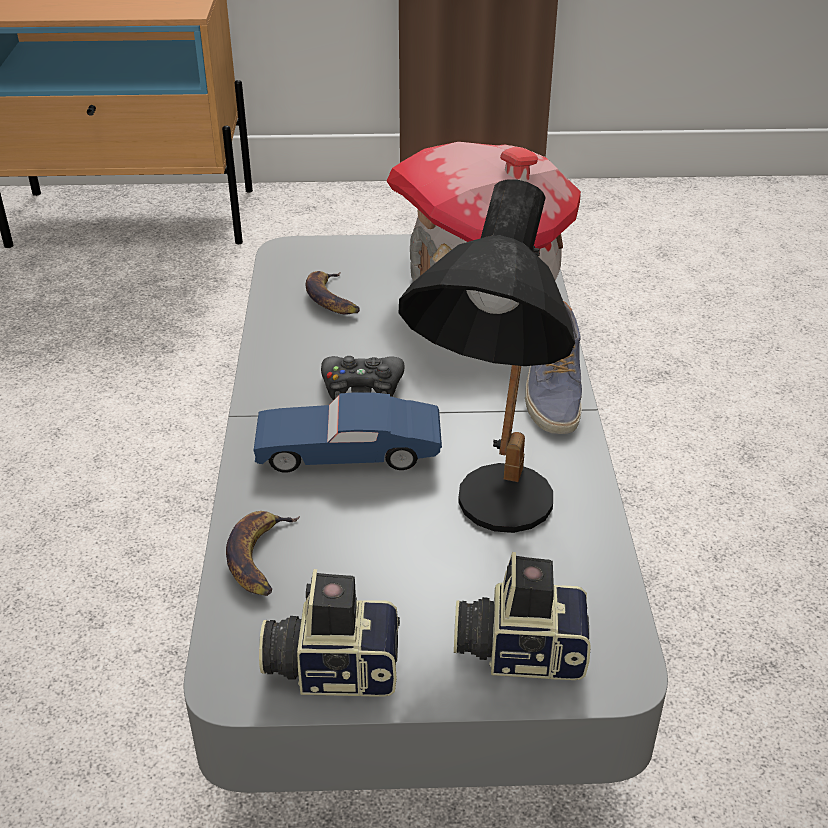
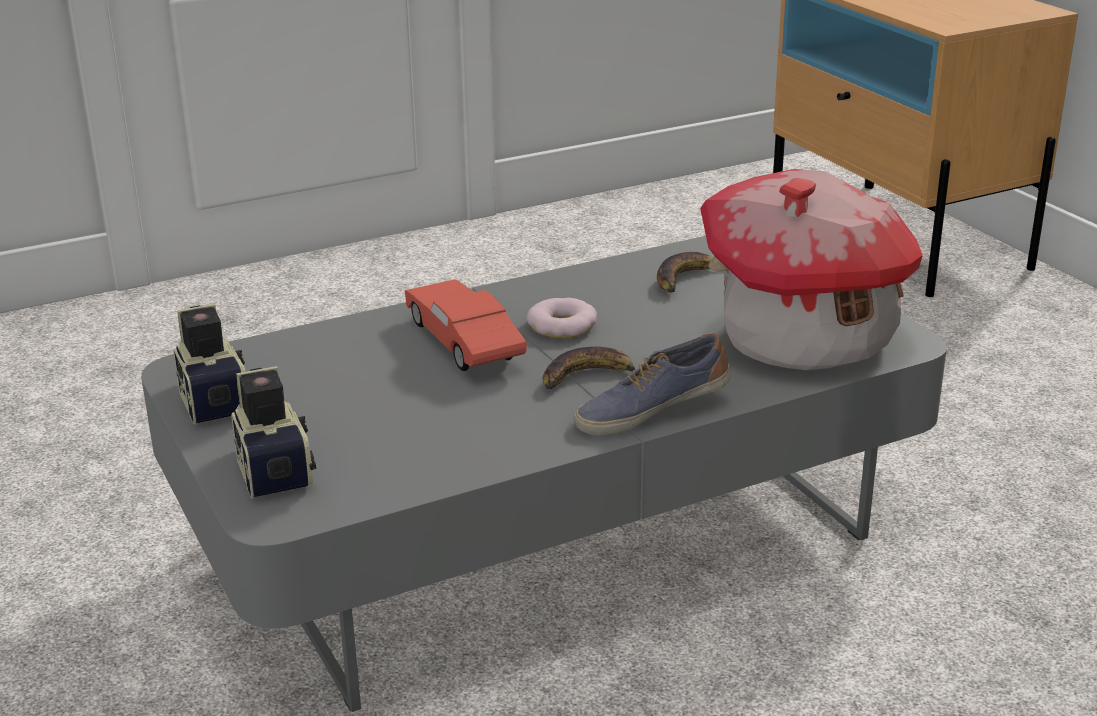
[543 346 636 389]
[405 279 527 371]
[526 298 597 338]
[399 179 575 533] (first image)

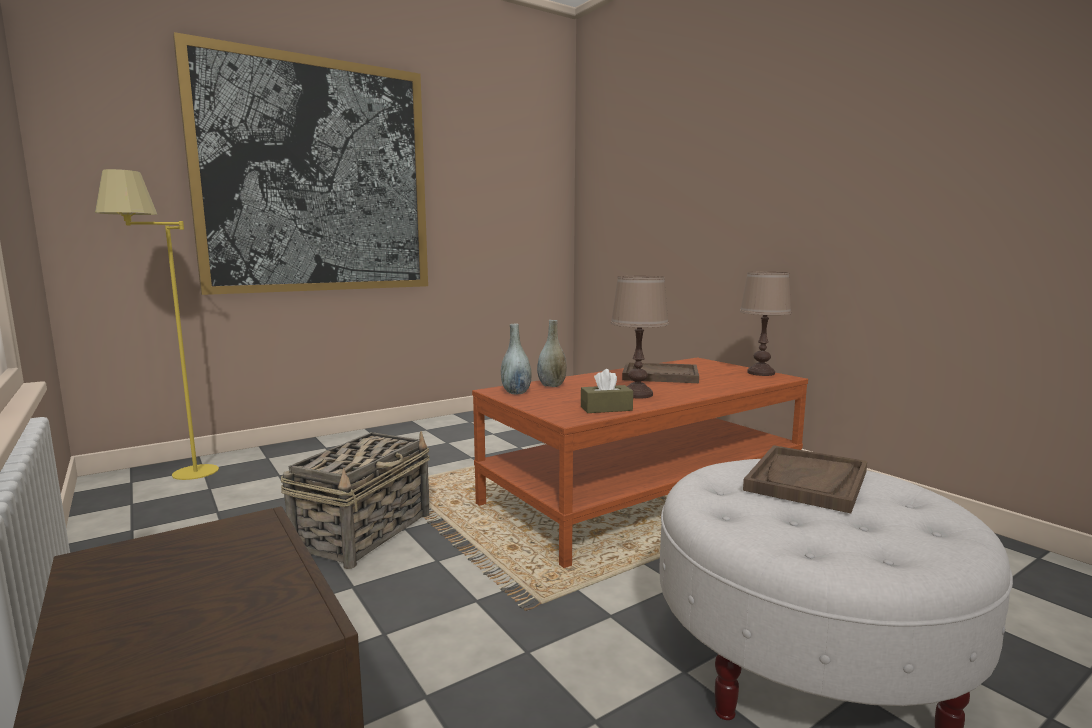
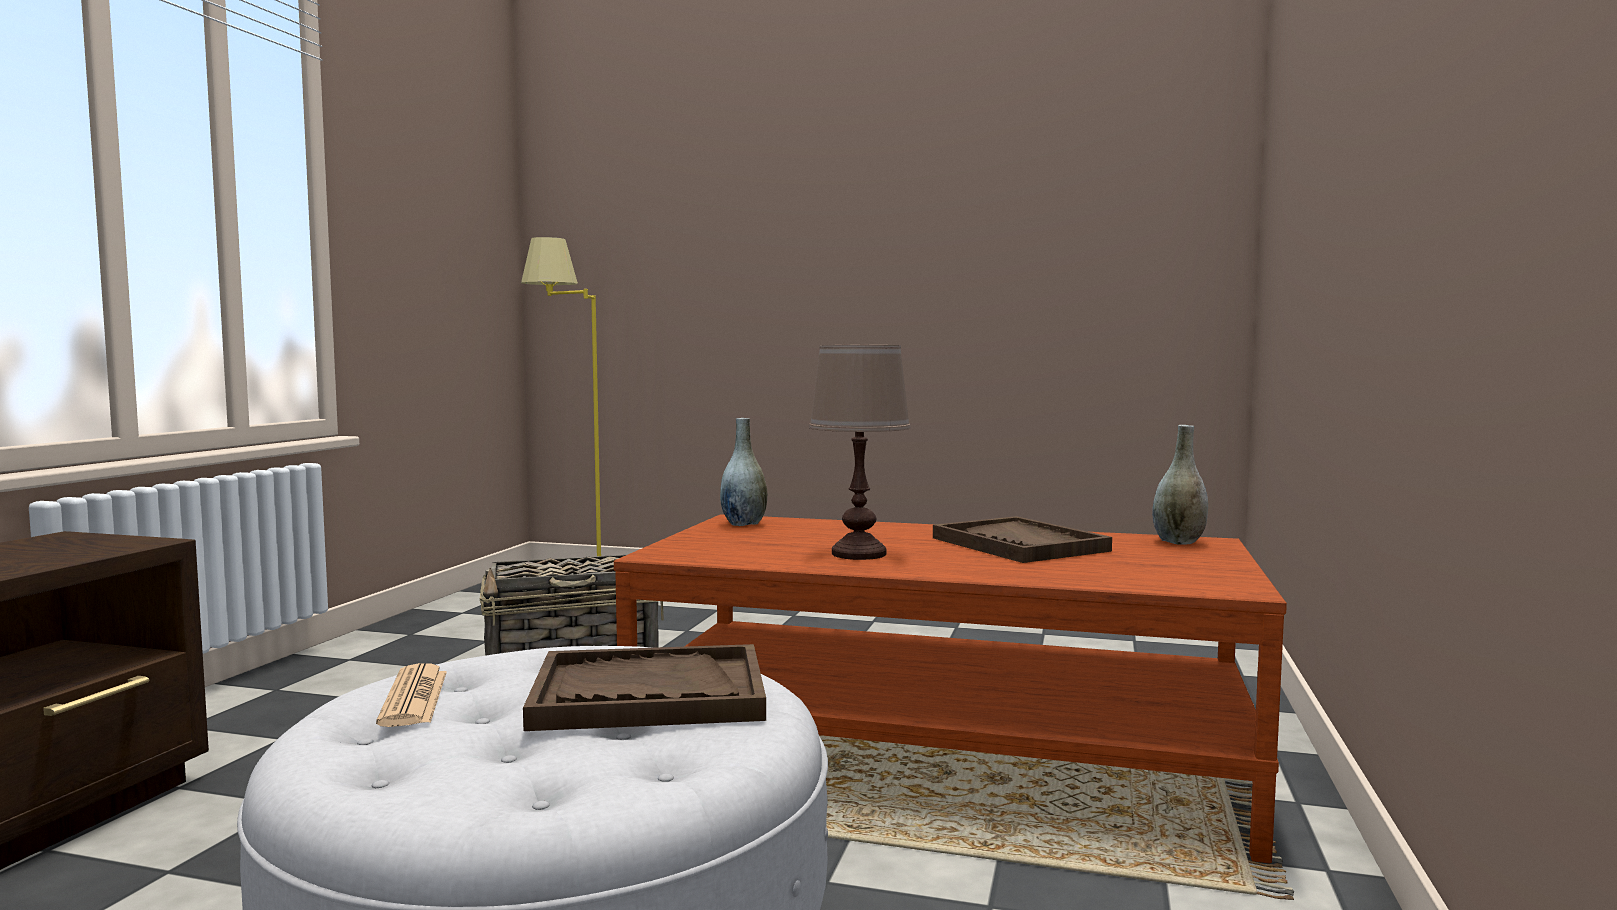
[173 32 428 295] (first image)
[1152 425 1208 545]
[581 369 633 413] (first image)
[740 272 792 376] (first image)
[376 663 447 727]

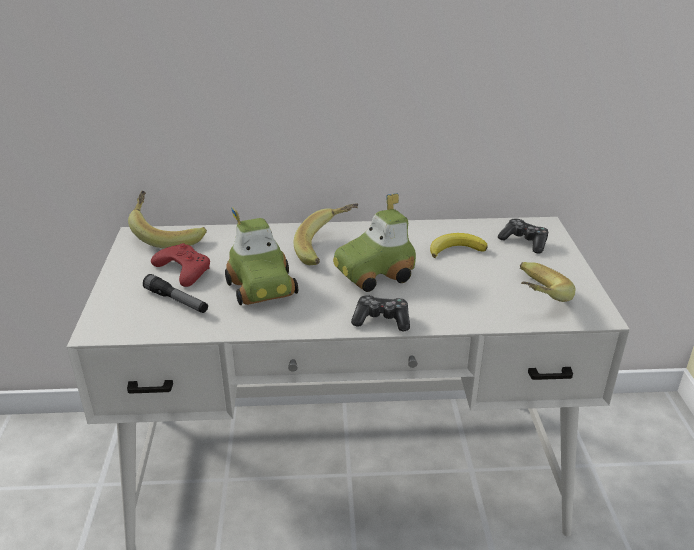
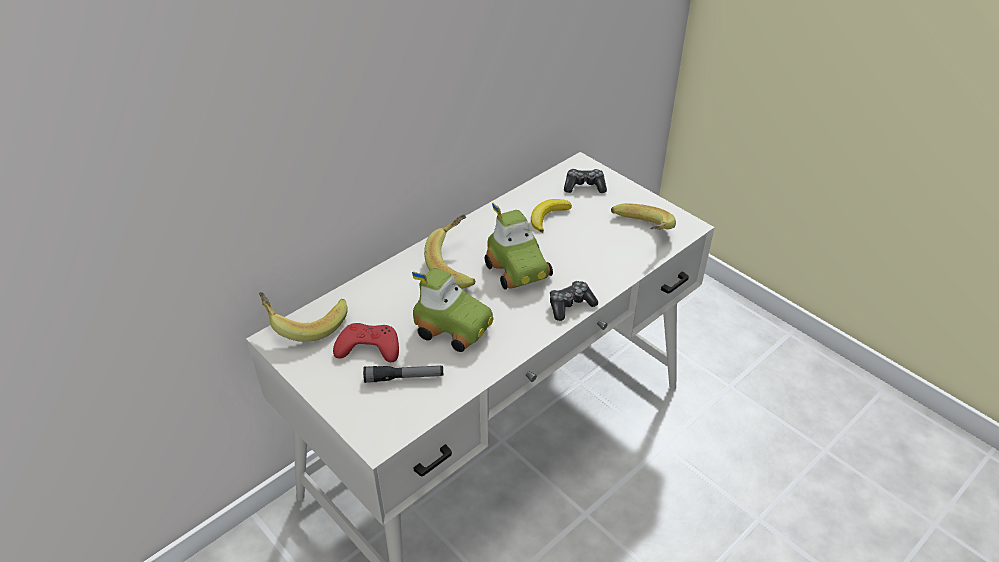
[485 203 553 290]

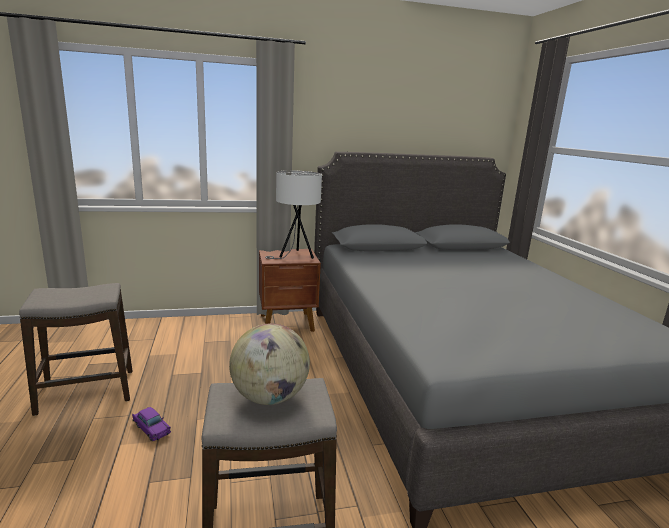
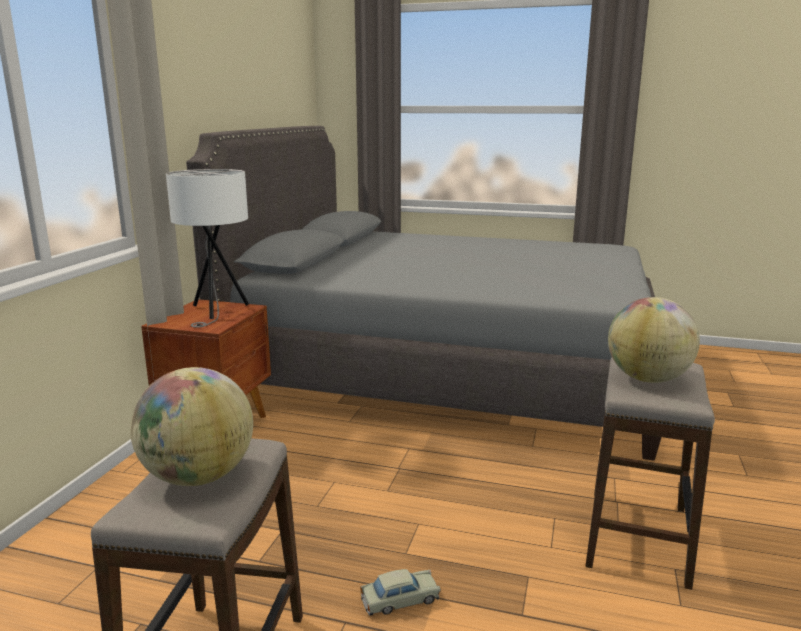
[360 569 441 616]
[130 367 253 486]

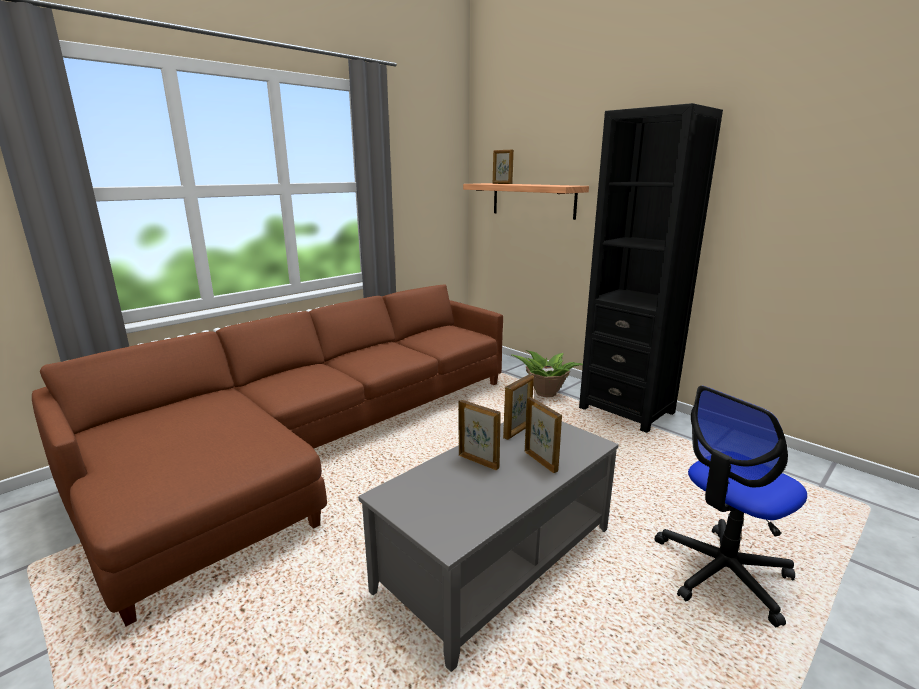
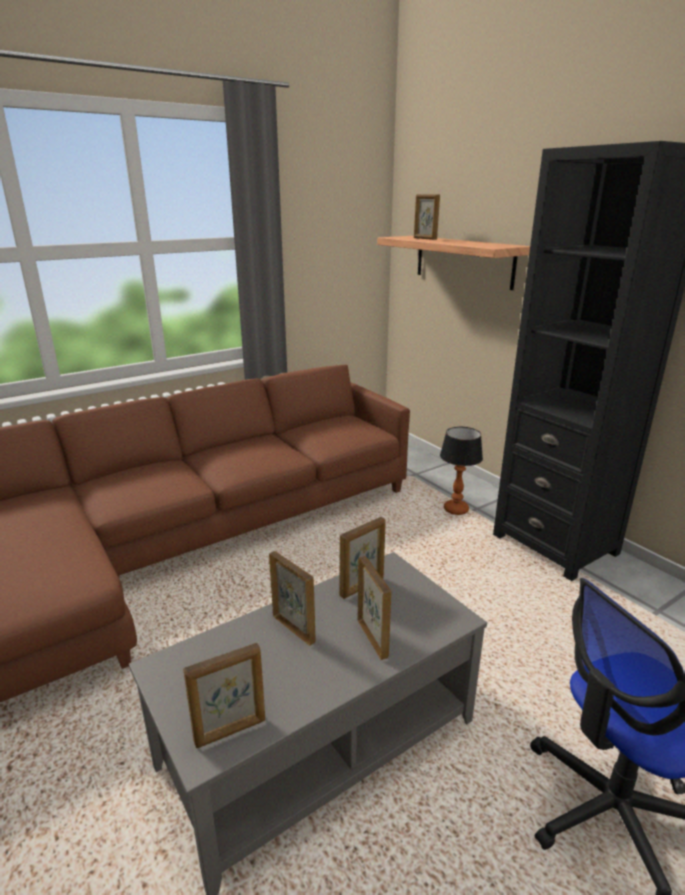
[440 427 483 515]
[183 643 265 748]

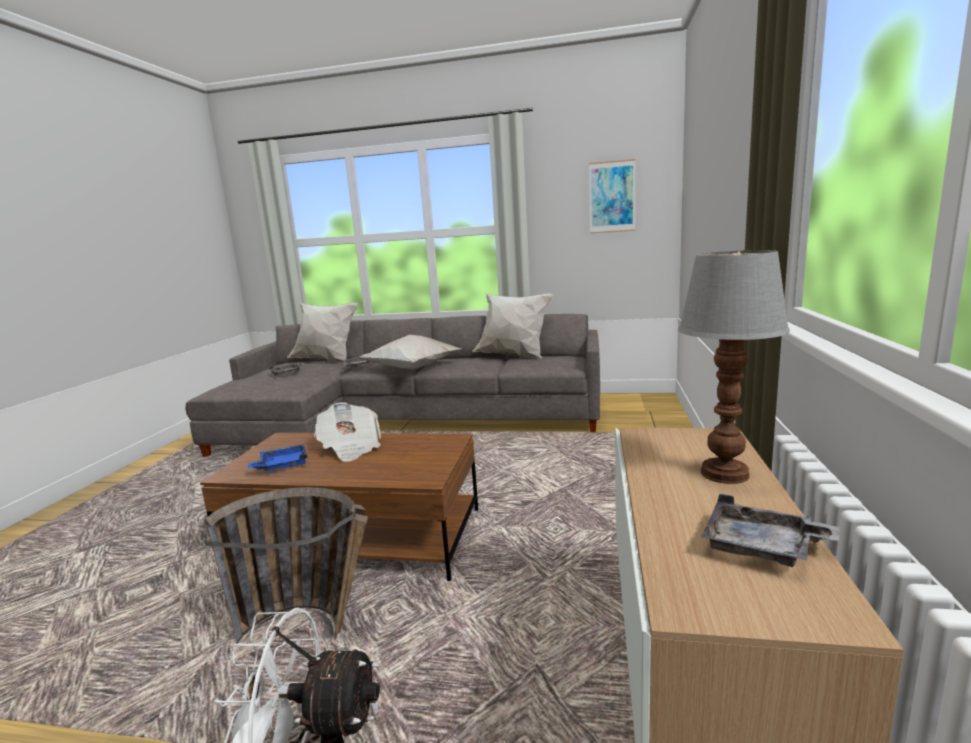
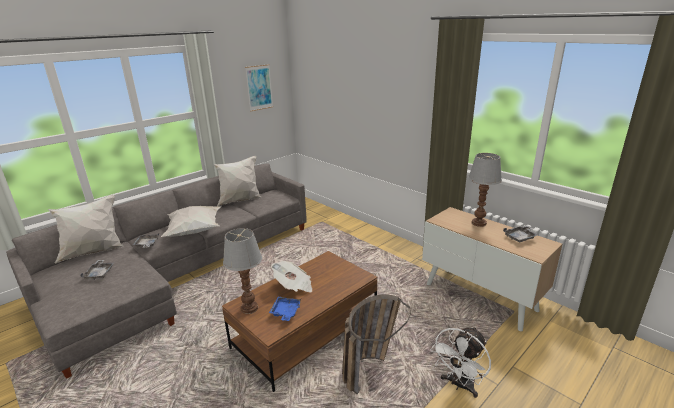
[223 228 262 314]

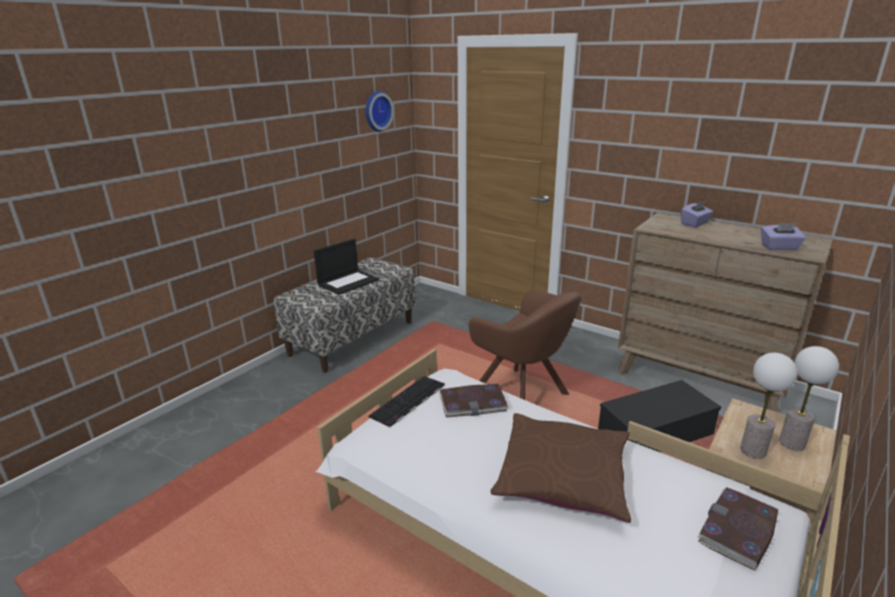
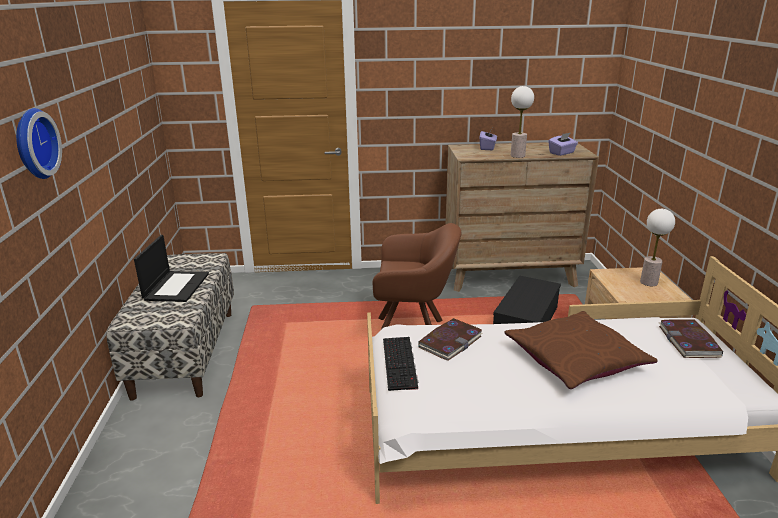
[16 108 62 179]
[511 86 534 158]

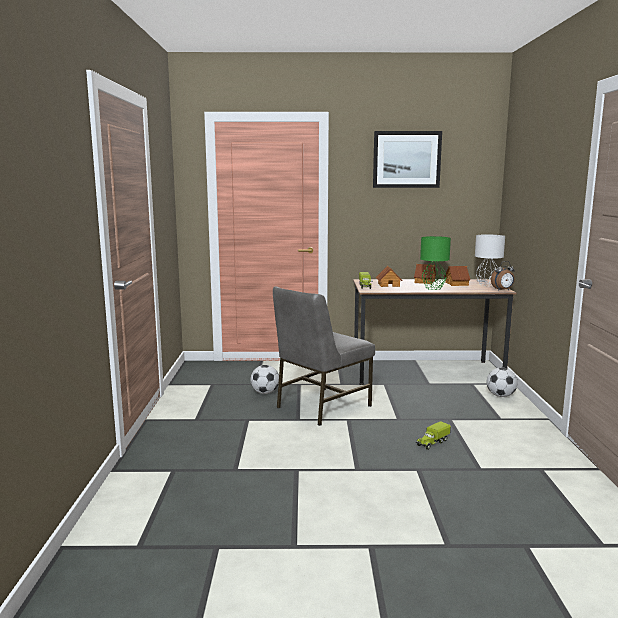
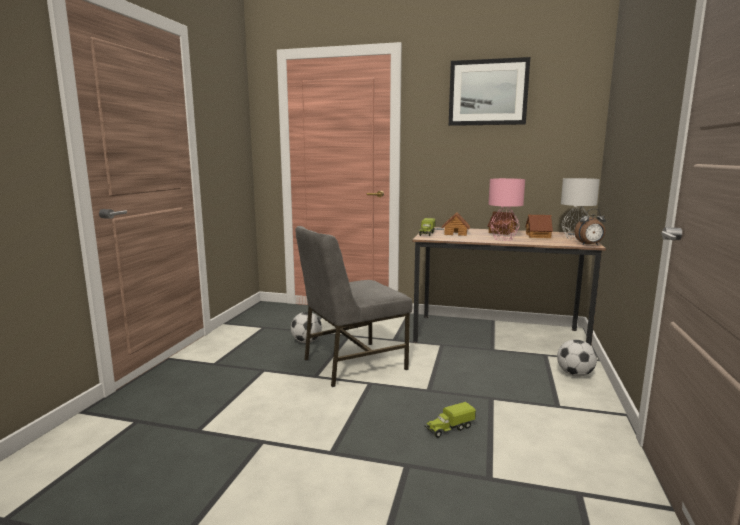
[488 178 525 241]

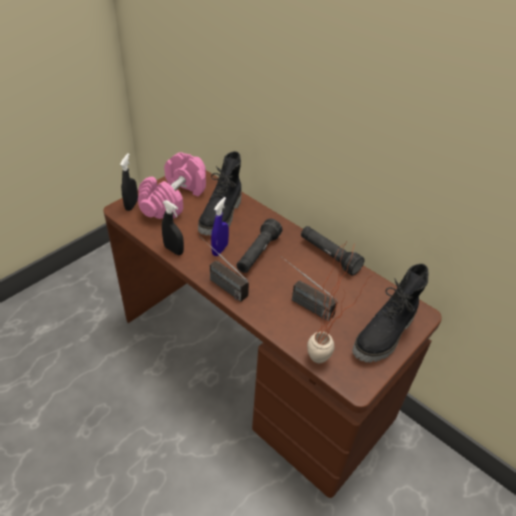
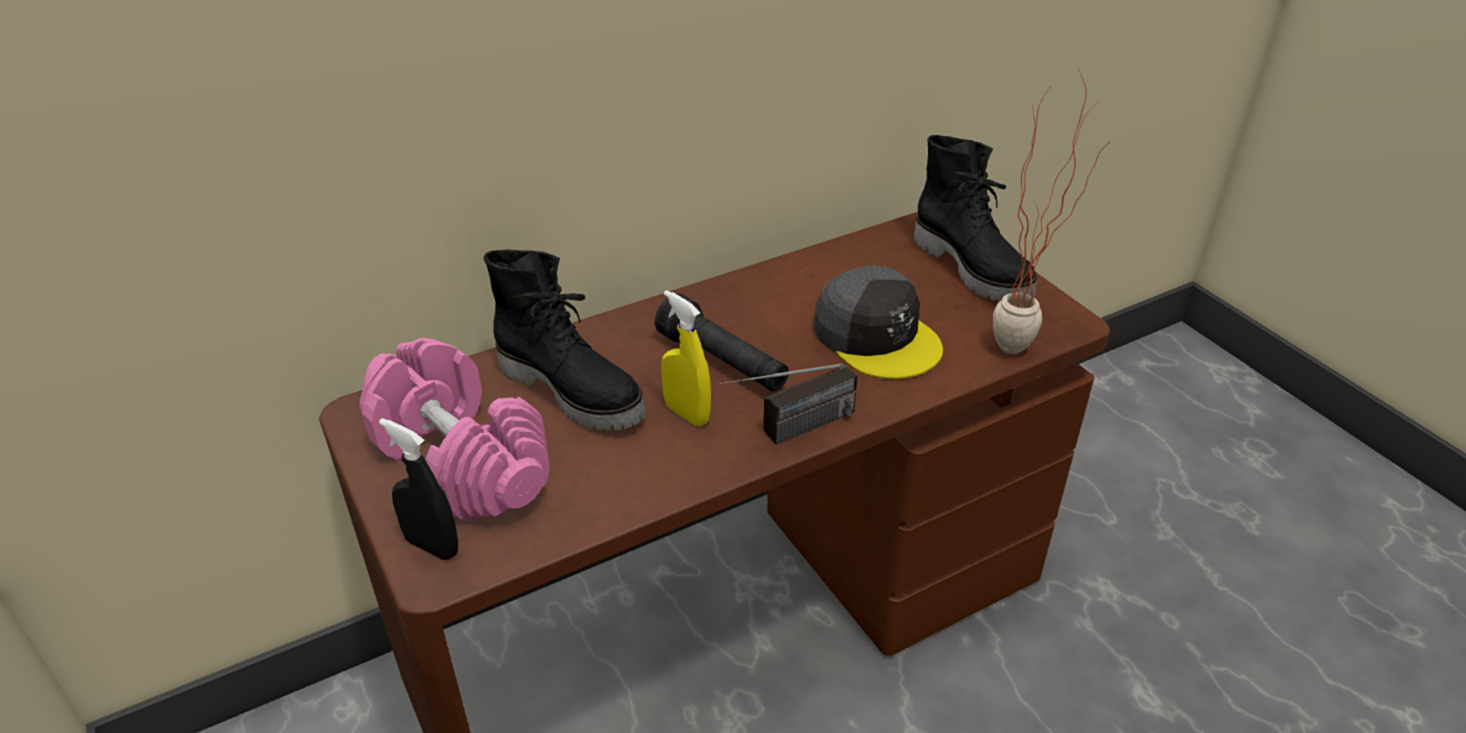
[162 200 184 255] (first image)
[661 290 711 426]
[814 265 943 379]
[301 226 365 276] (first image)

